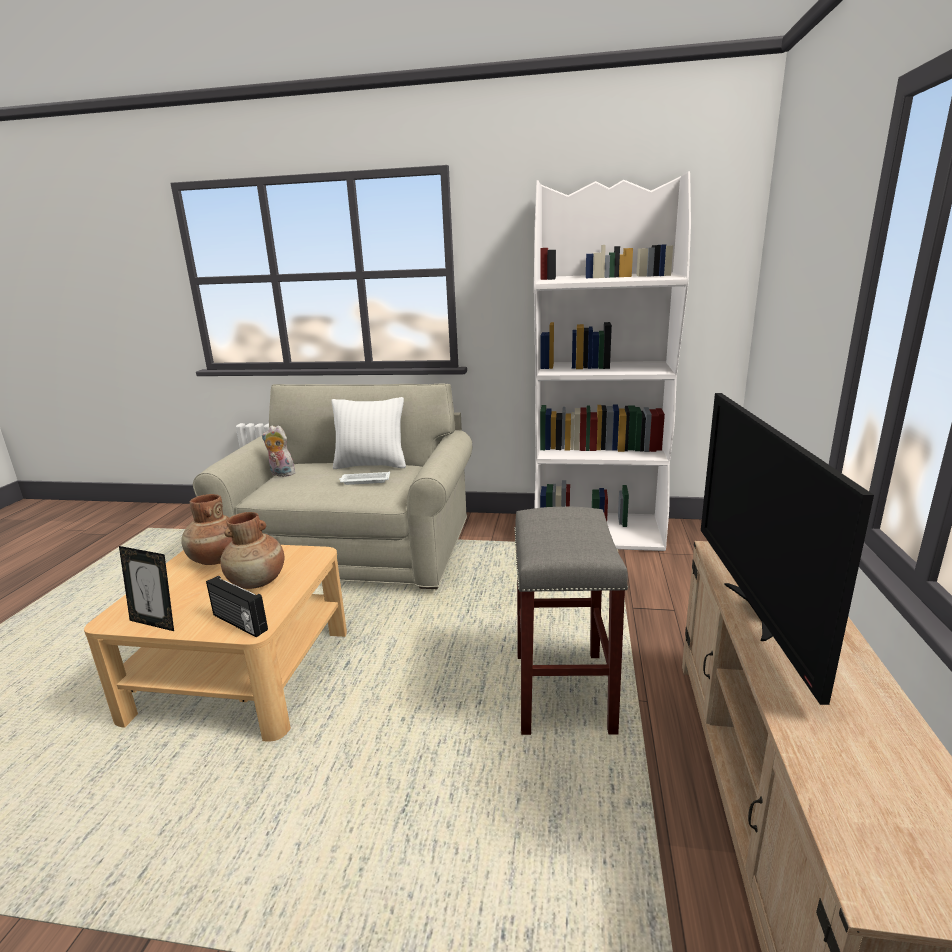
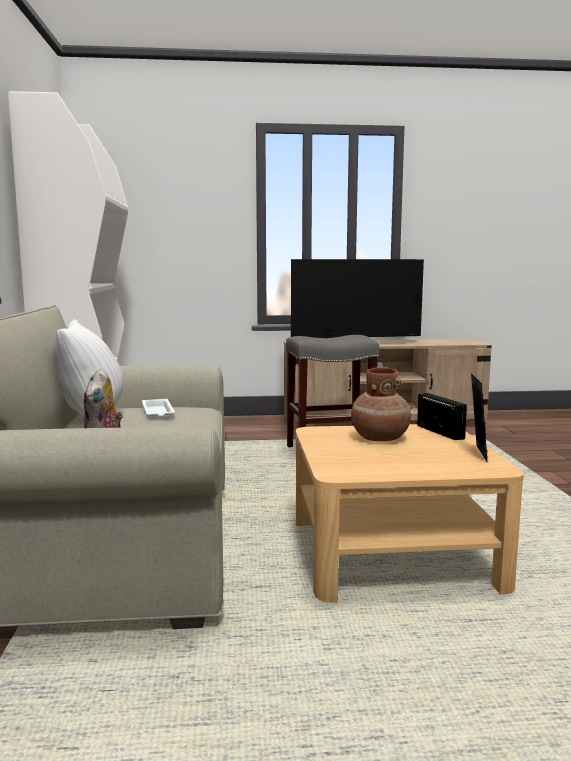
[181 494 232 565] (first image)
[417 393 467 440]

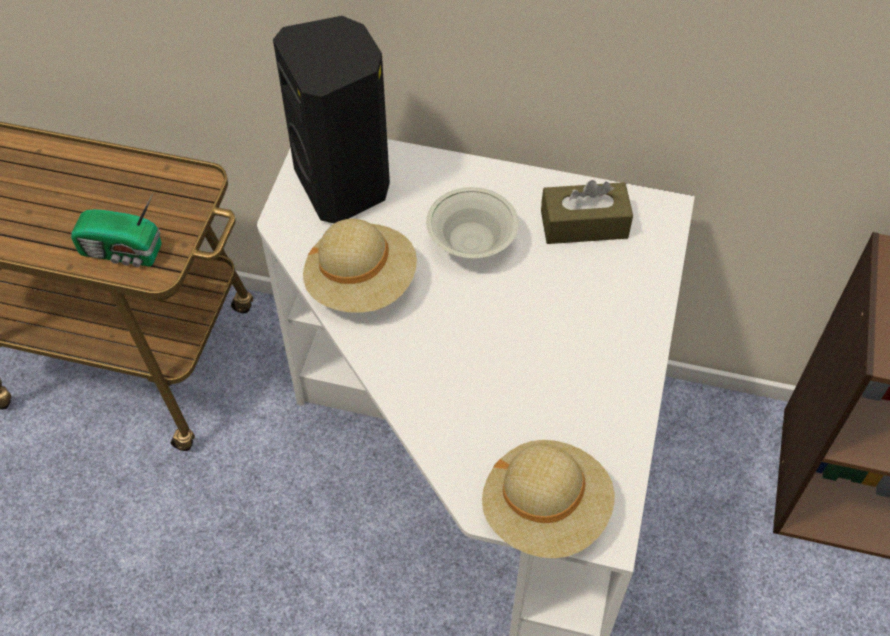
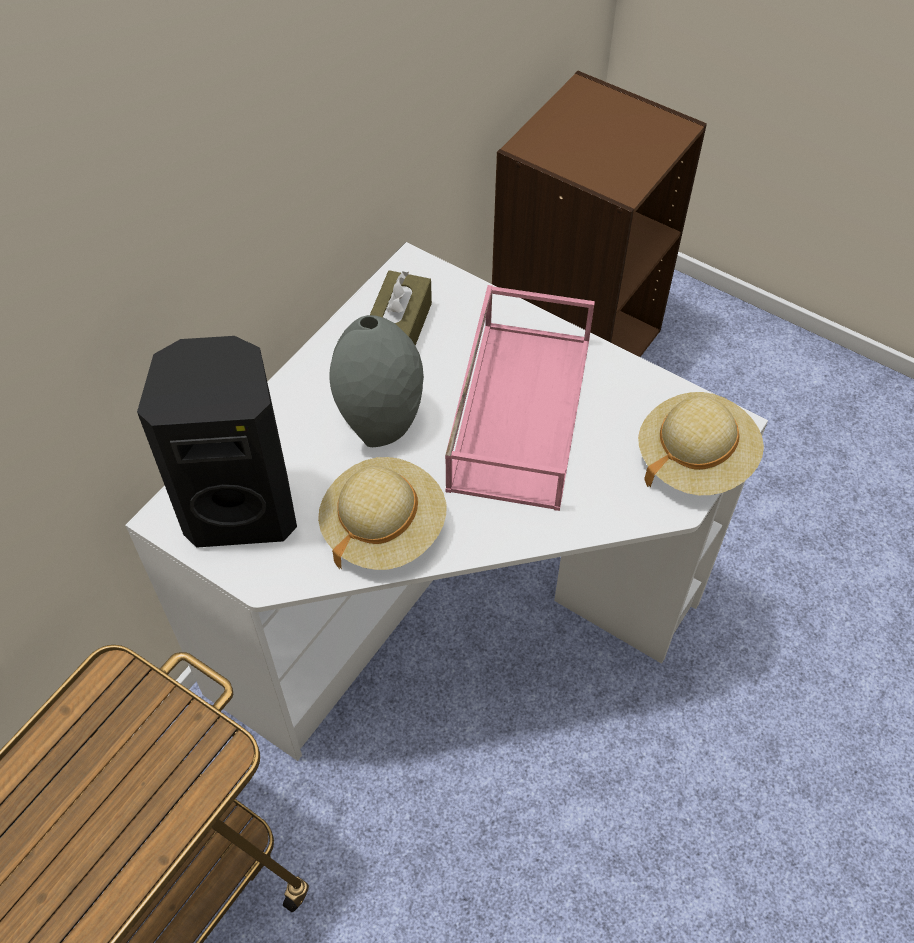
[71 193 162 267] (first image)
[329 315 424 447]
[445 285 595 511]

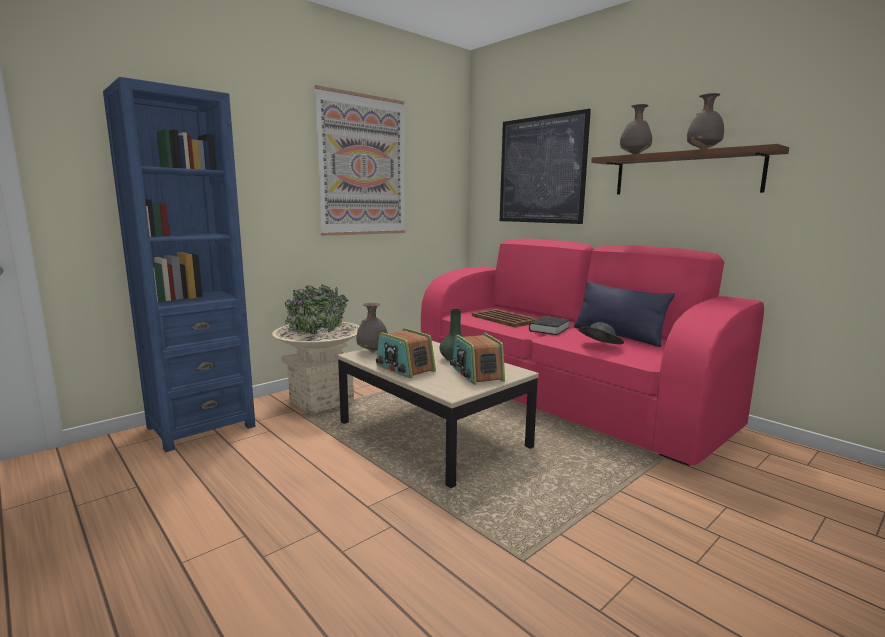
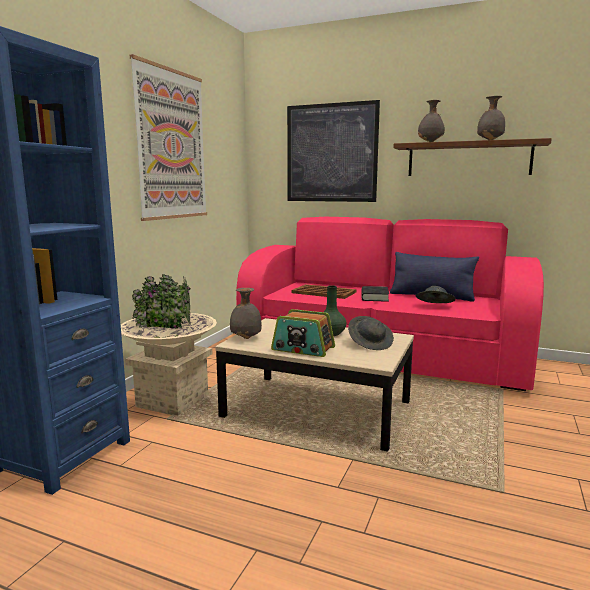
[348 316 394 350]

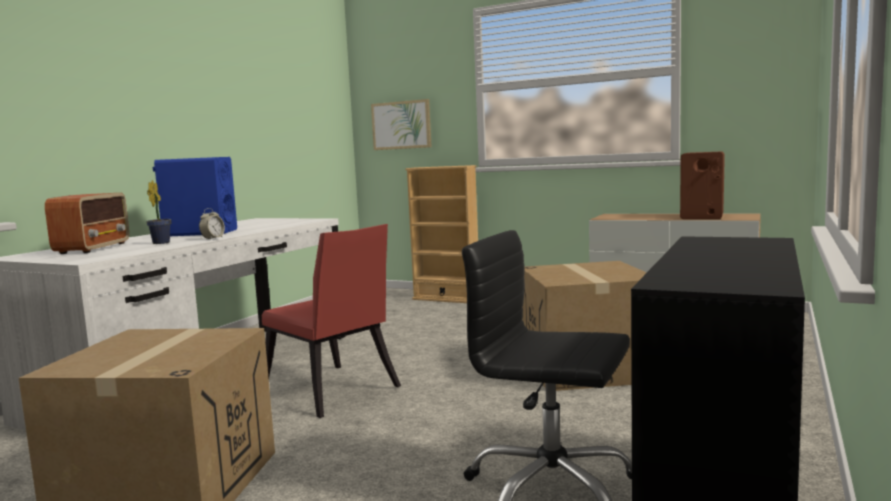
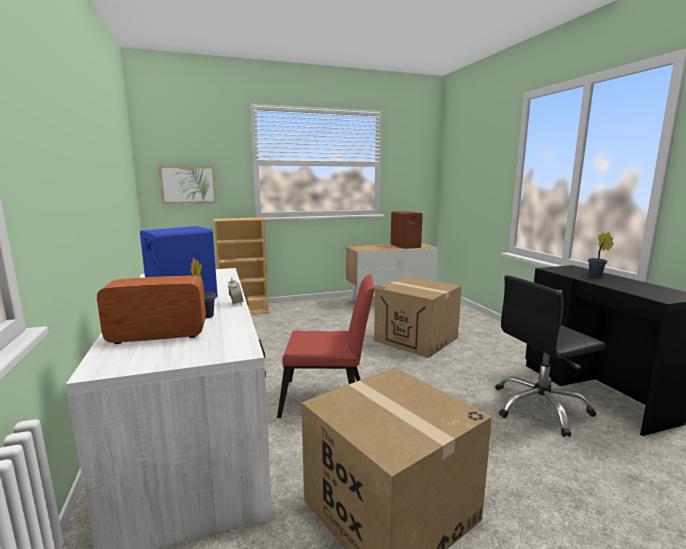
[97 276 206 344]
[588 232 614 277]

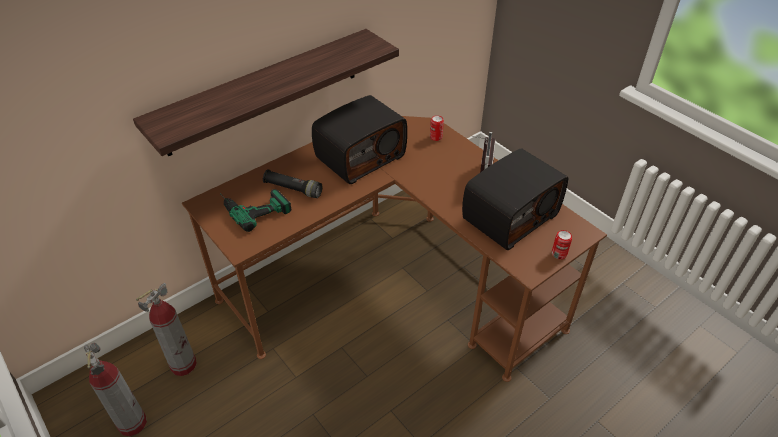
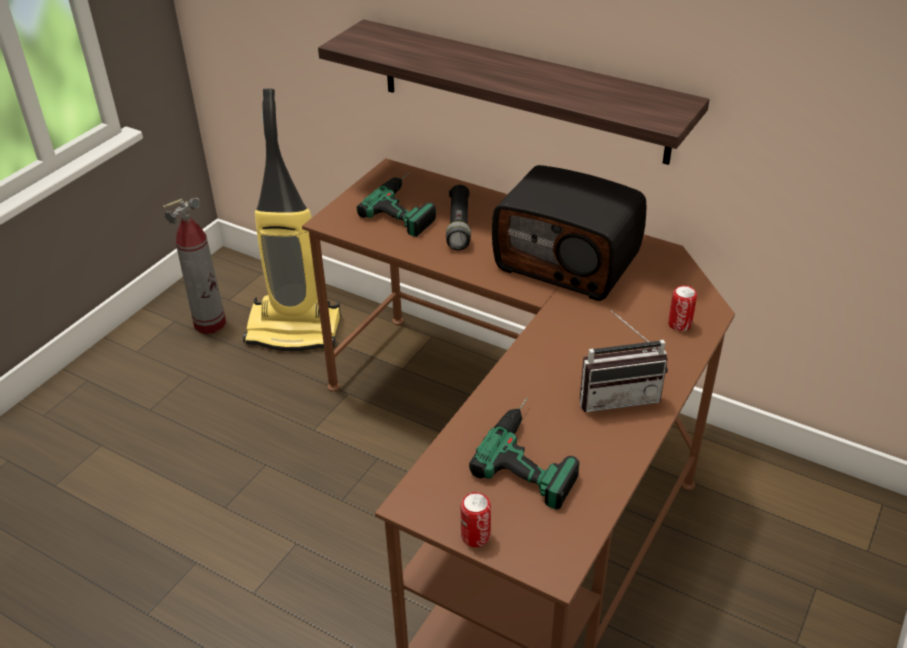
[243 88 341 351]
[469 397 579 509]

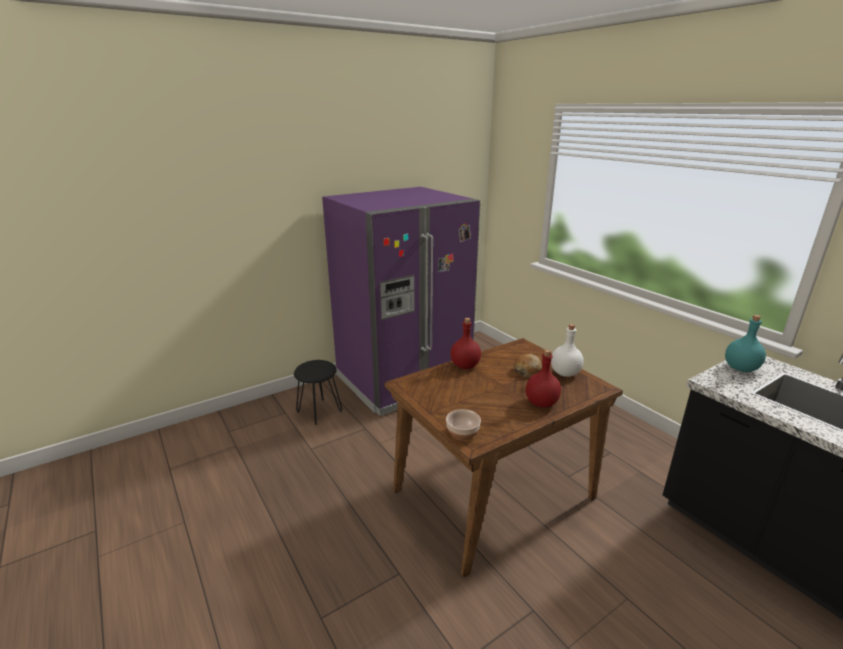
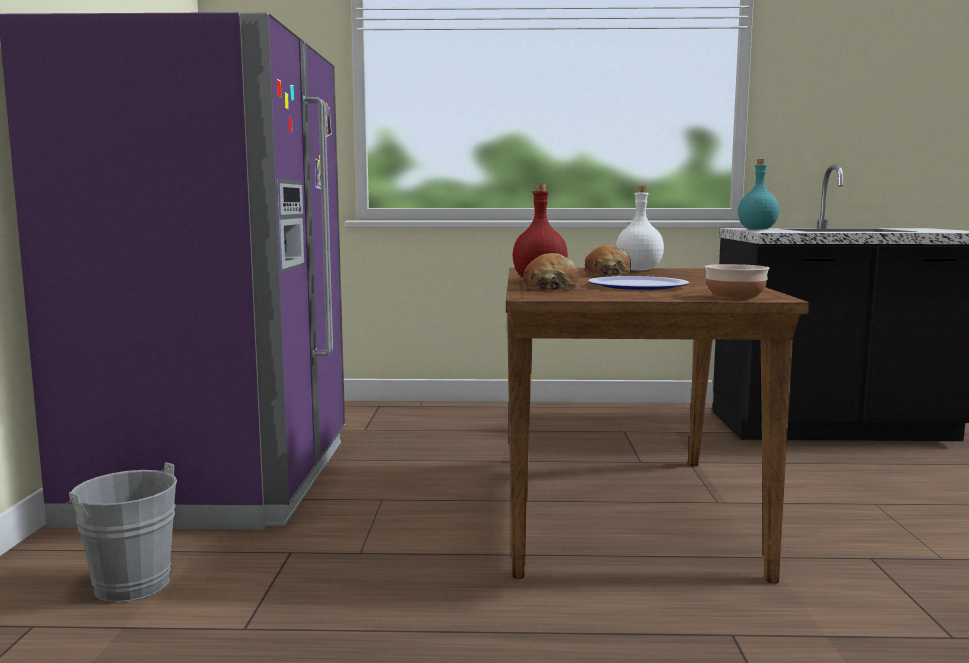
[60 462 177 602]
[526 350 561 408] (first image)
[523 253 579 291]
[588 276 689 290]

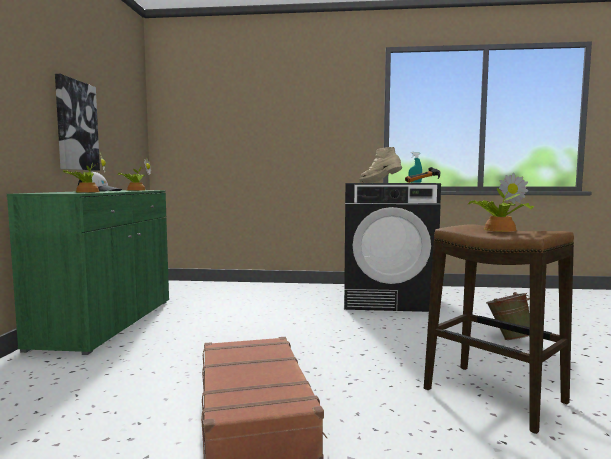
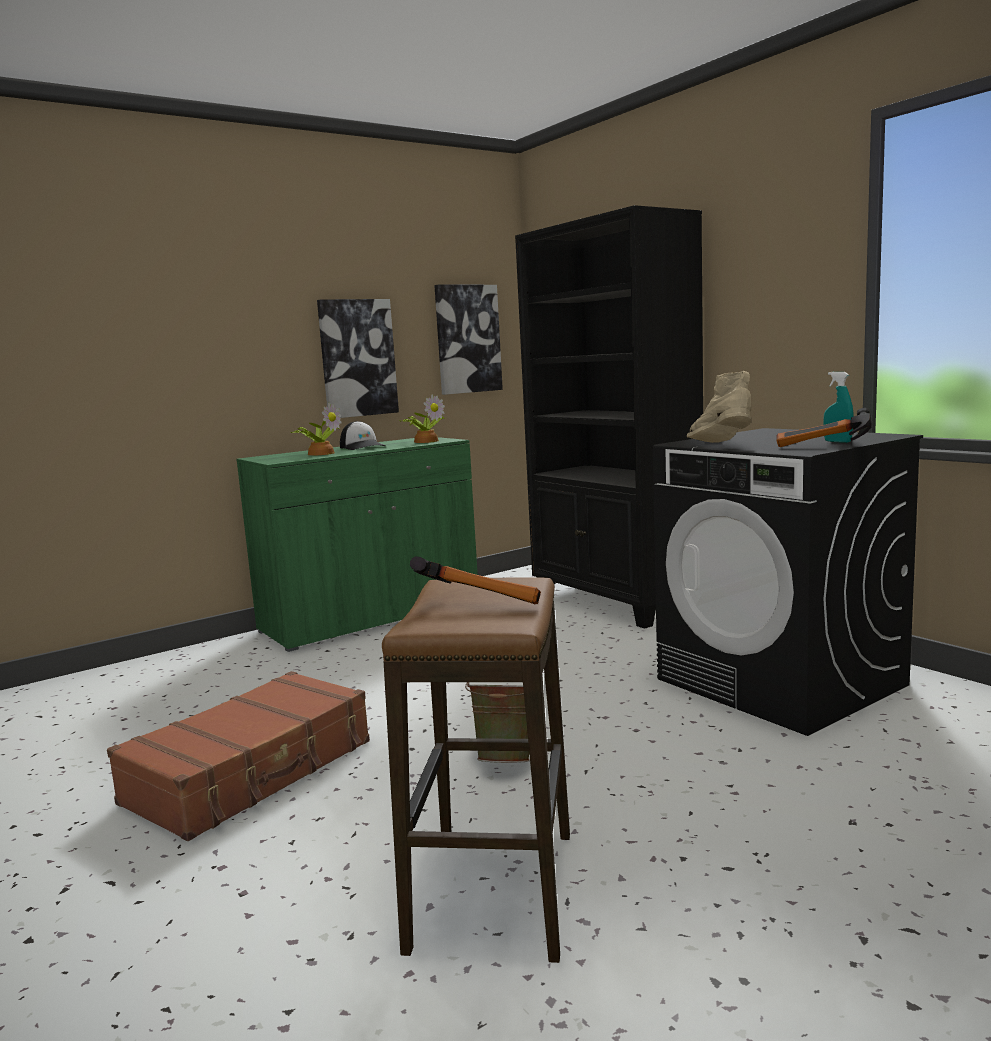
[410 557 541 604]
[465 682 530 763]
[434 285 503 395]
[515 205 703 629]

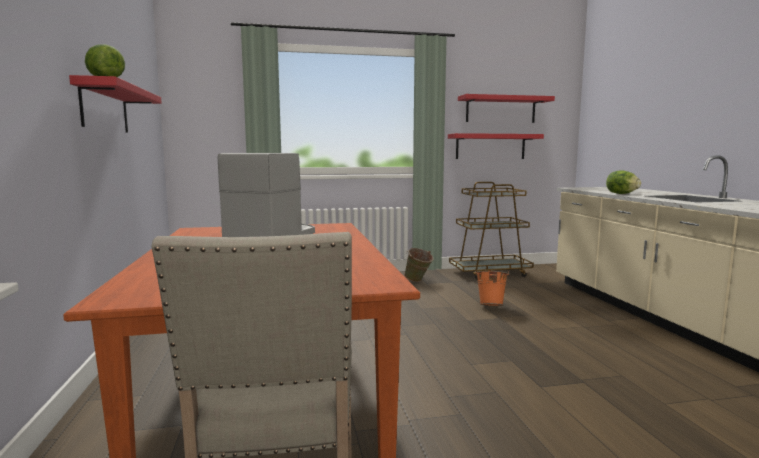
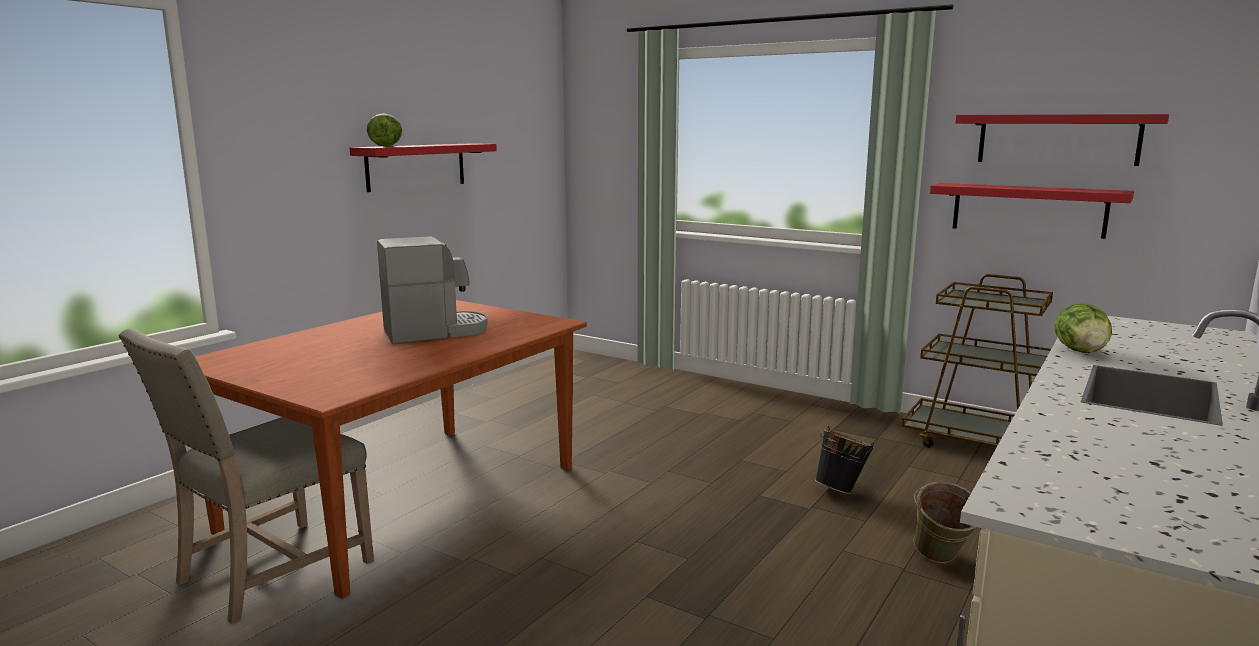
[913 482 976 563]
[815 426 875 494]

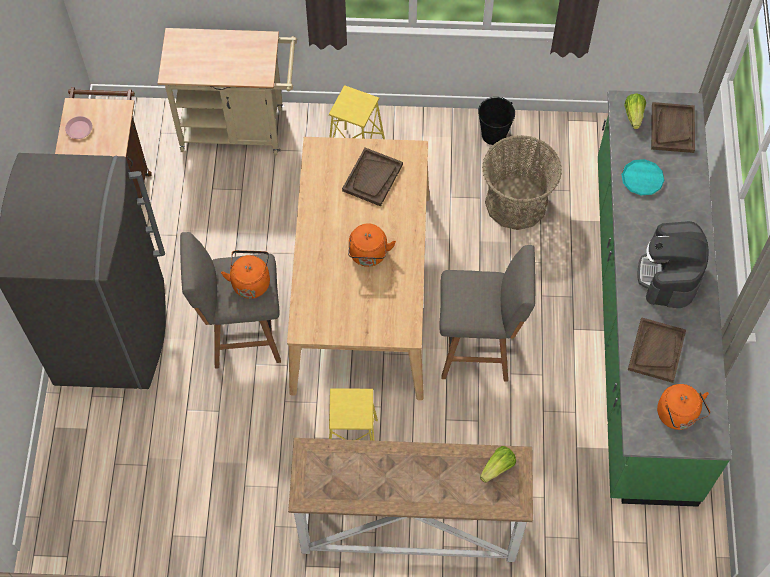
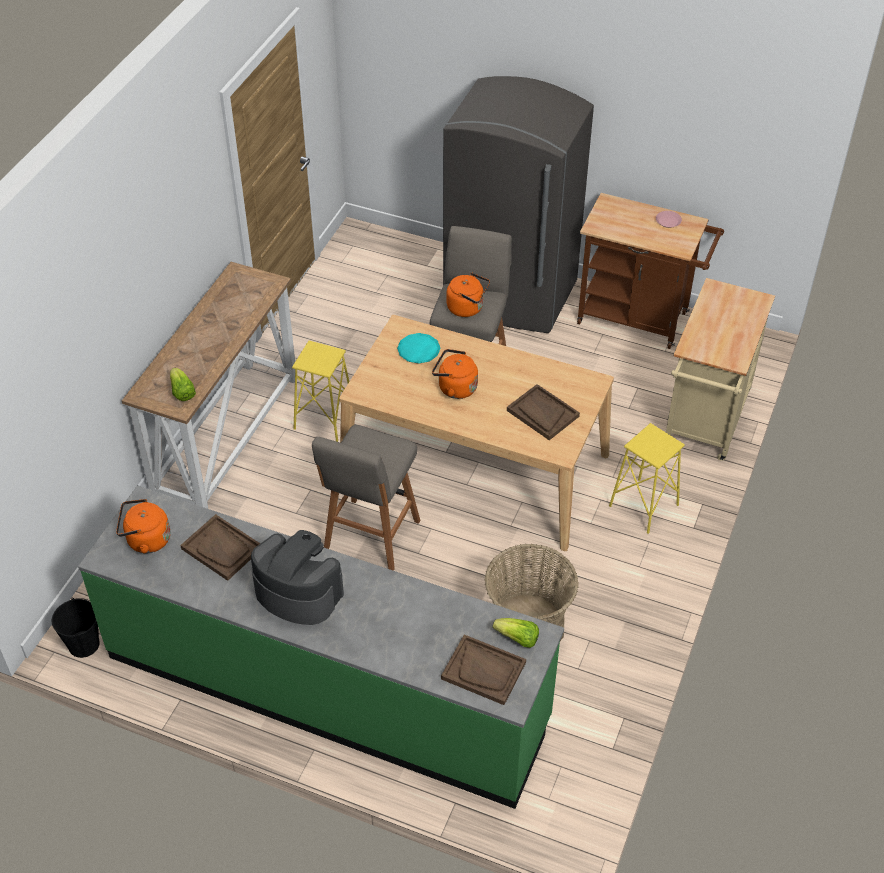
[52 598 100 658]
[397 333 440 364]

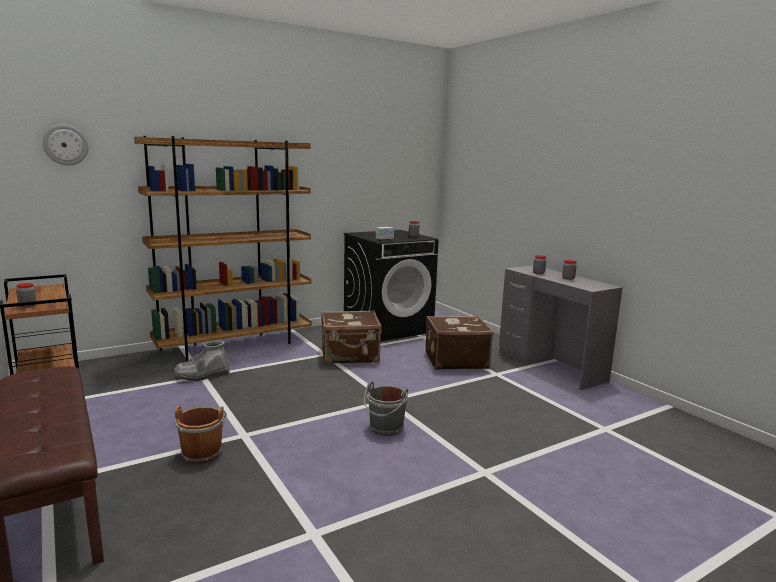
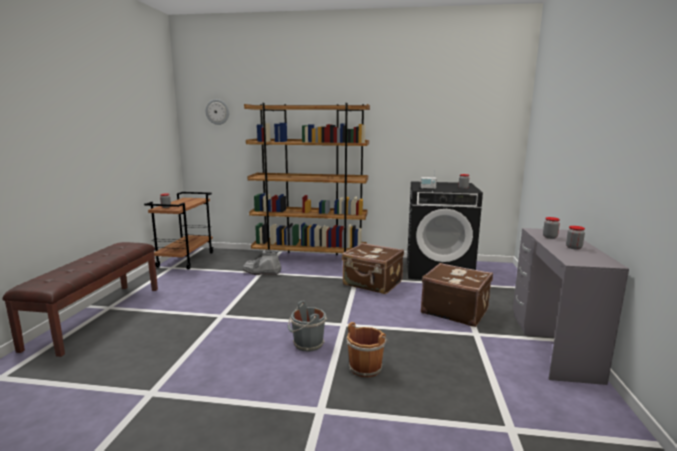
[347 322 389 378]

